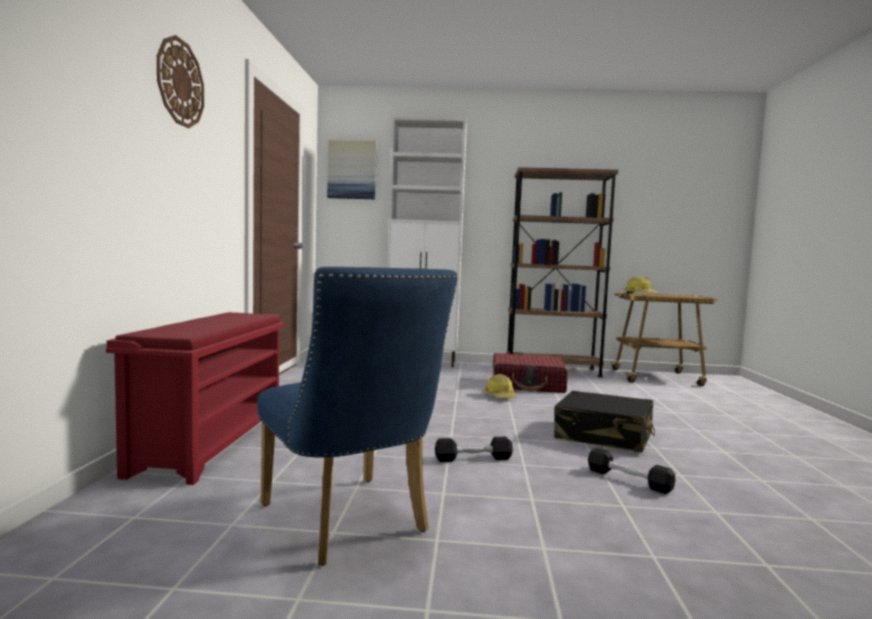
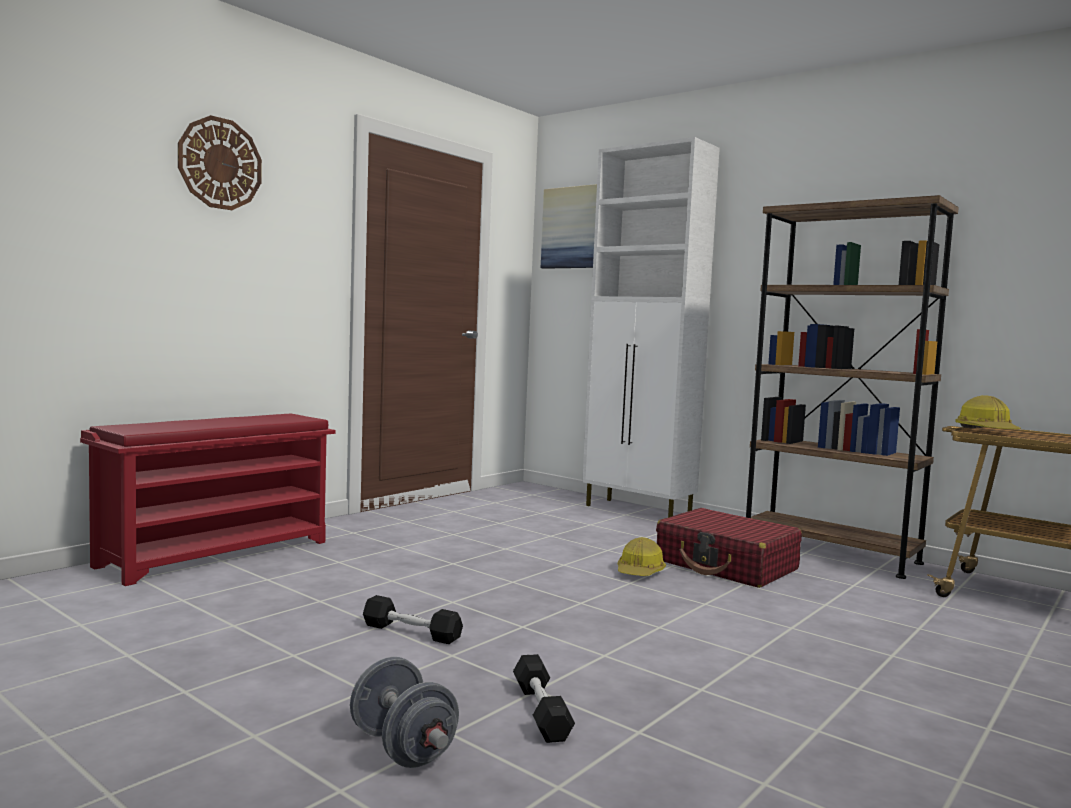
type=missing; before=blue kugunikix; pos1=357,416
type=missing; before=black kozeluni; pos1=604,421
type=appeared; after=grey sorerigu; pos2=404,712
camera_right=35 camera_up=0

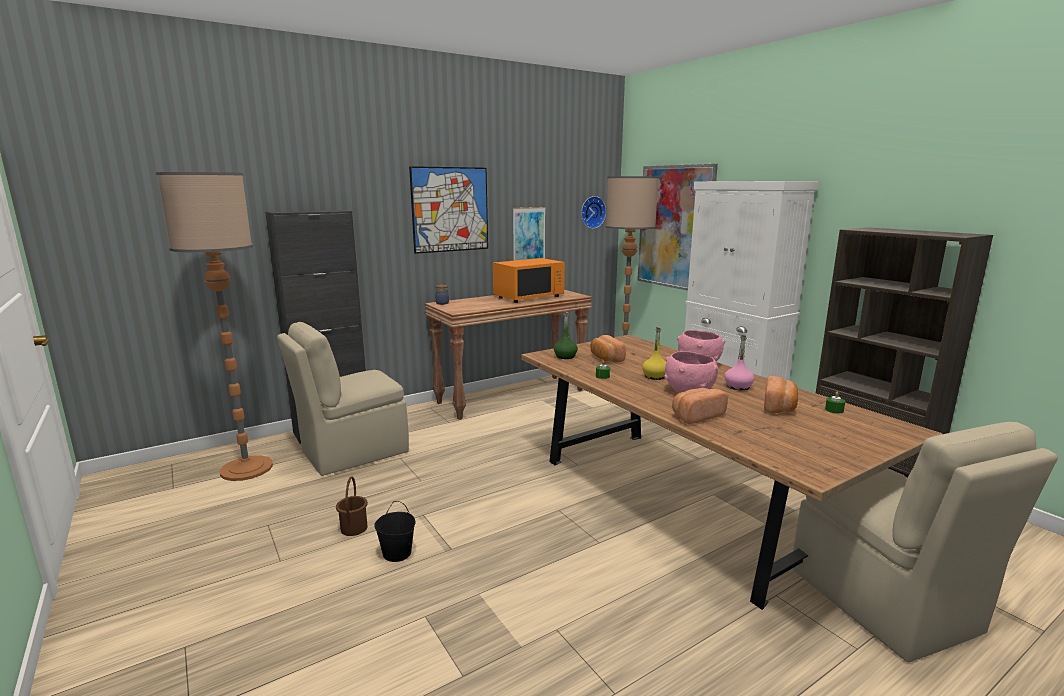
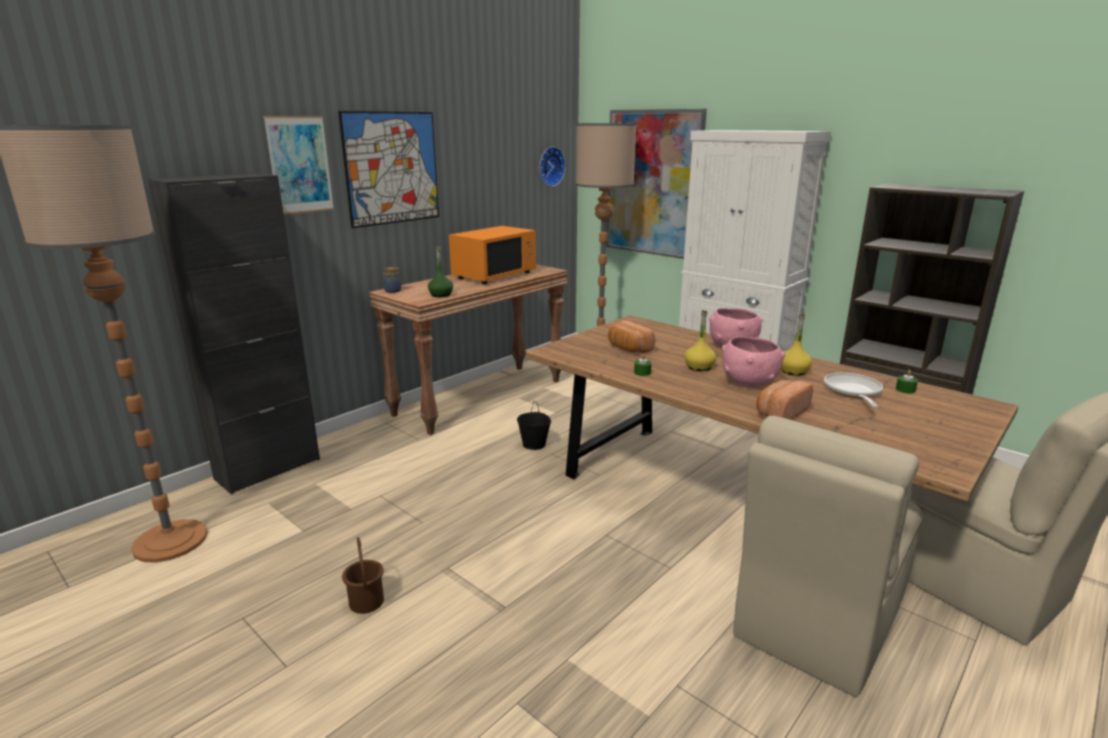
type=relocated; before=beige kugunikix; pos1=343,399; pos2=828,556
type=relocated; before=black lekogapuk; pos1=394,531; pos2=534,425
type=relocated; before=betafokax; pos1=529,234; pos2=298,165
type=relocated; before=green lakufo; pos1=566,335; pos2=440,272
type=colour; before=pink lakufo; after=yellow lakufo; pos1=739,362; pos2=796,344
type=exchanged; before=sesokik; after=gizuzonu; pos1=781,394; pos2=853,390
camera_right=-15 camera_up=5

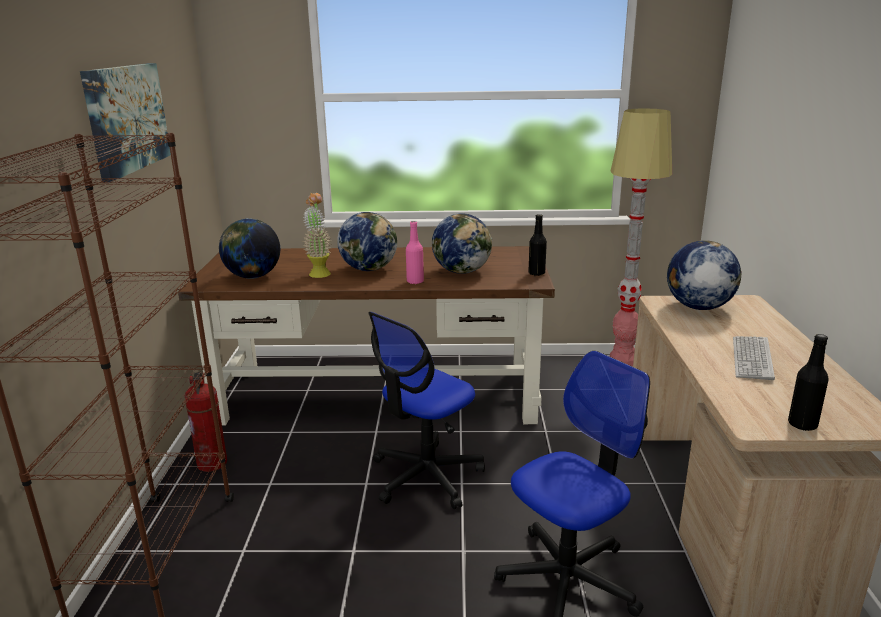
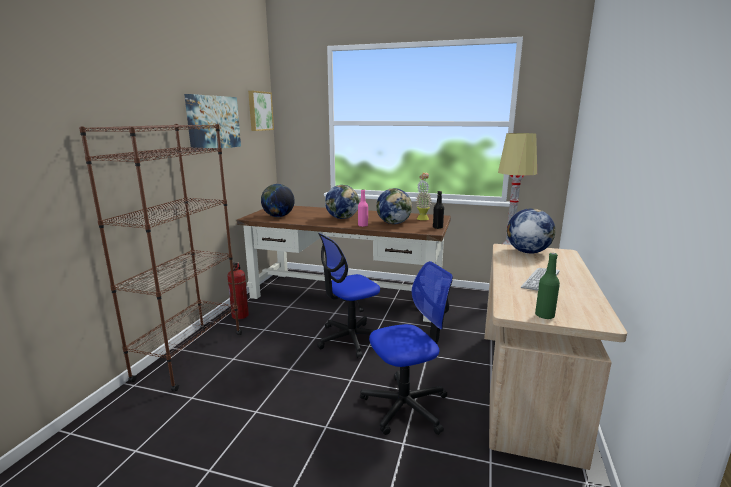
type=relocated; before=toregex; pos1=317,235; pos2=423,196
type=colour; before=black lakufo; after=green lakufo; pos1=808,382; pos2=547,286
type=appeared; after=betafokax; pos2=261,111
camera_right=15 camera_up=-5

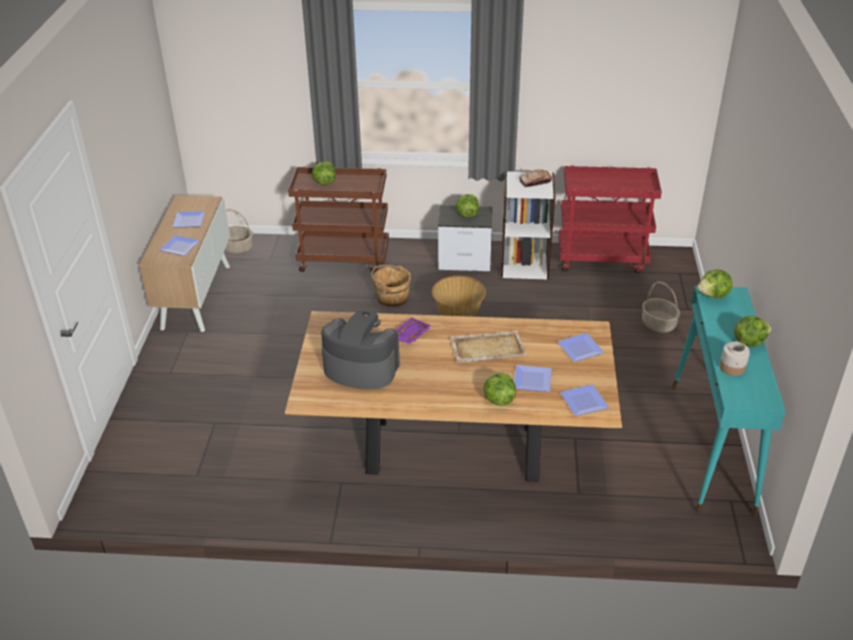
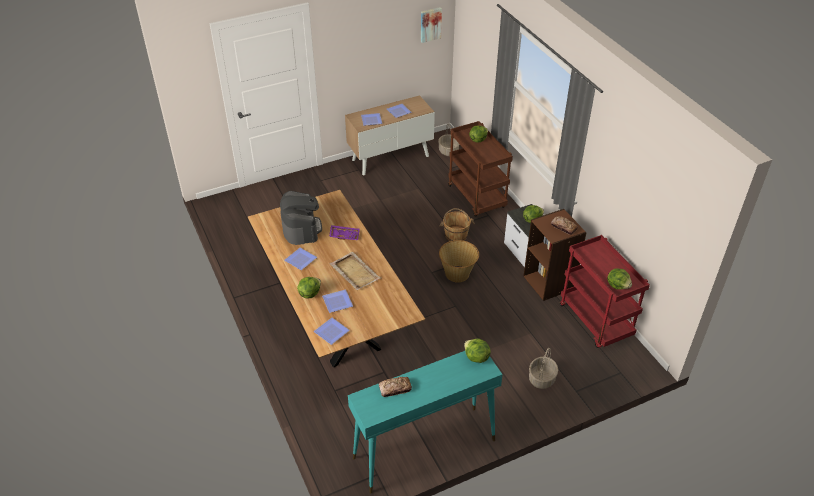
type=colour; before=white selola; after=brown selola; pos1=528,225; pos2=555,255
type=relocated; before=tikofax; pos1=580,347; pos2=300,259
type=exchanged; before=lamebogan; after=sesokik; pos1=735,359; pos2=395,387
type=relocated; before=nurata; pos1=753,331; pos2=619,279
type=appeared; after=betafokax; pos2=431,25
camera_right=60 camera_up=5

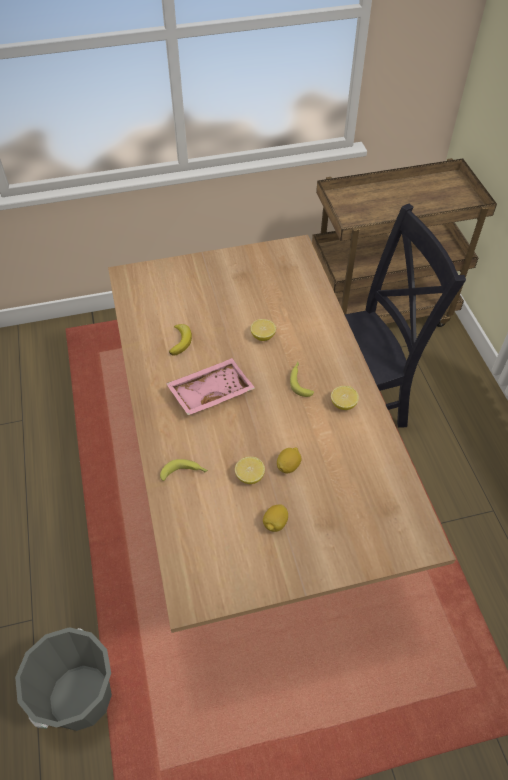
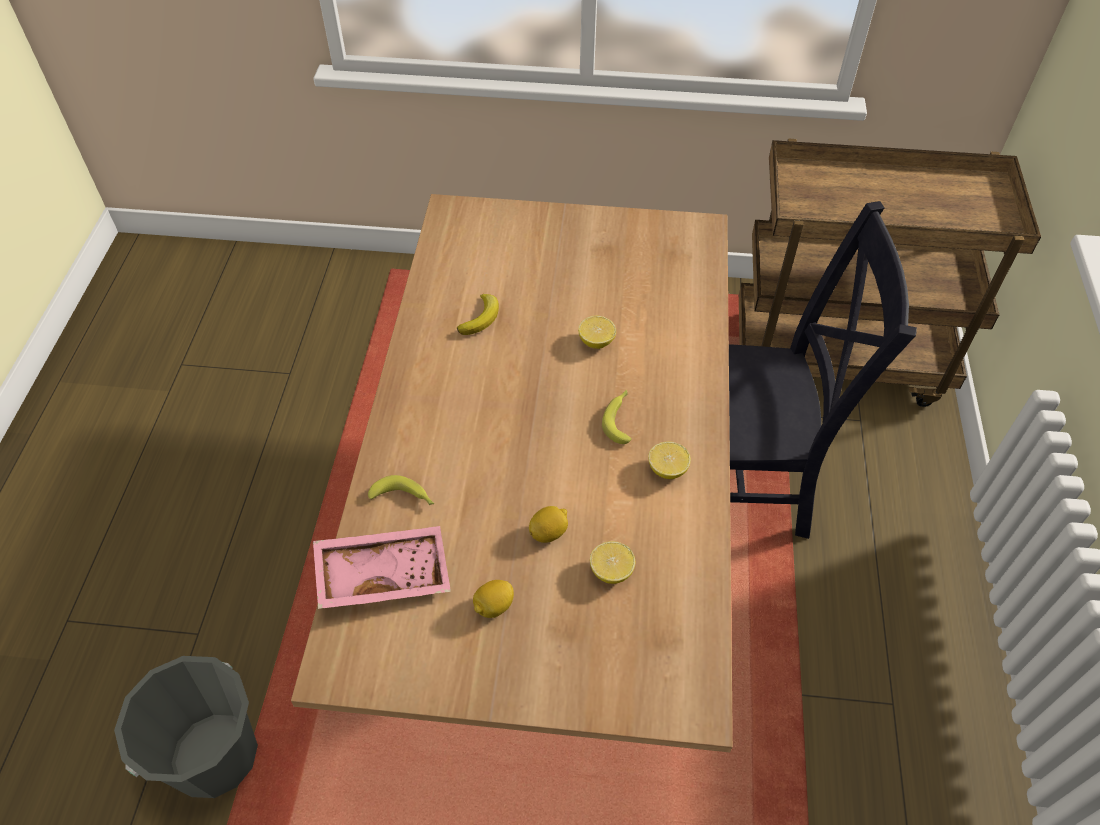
type=relocated; before=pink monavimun; pos1=210,386; pos2=382,567
type=relocated; before=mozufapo; pos1=250,470; pos2=612,562
camera_right=20 camera_up=0

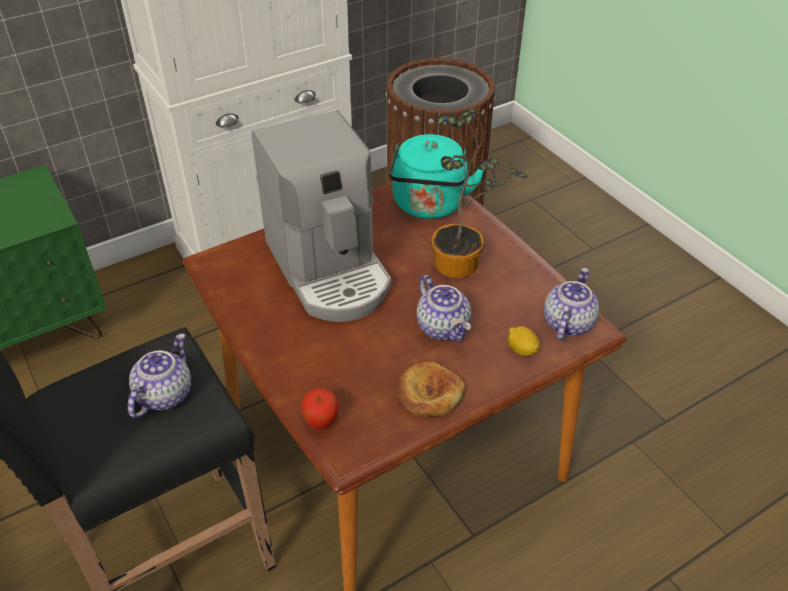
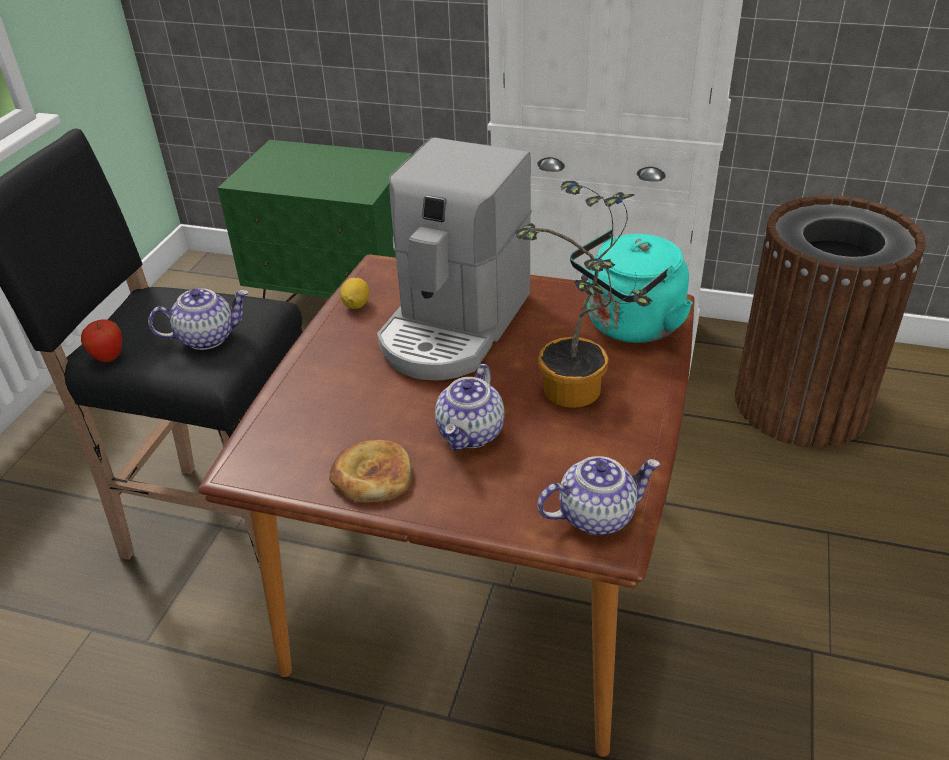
type=relocated; before=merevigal; pos1=320,409; pos2=101,340
type=relocated; before=mozufapo; pos1=524,341; pos2=354,293
camera_right=50 camera_up=-5

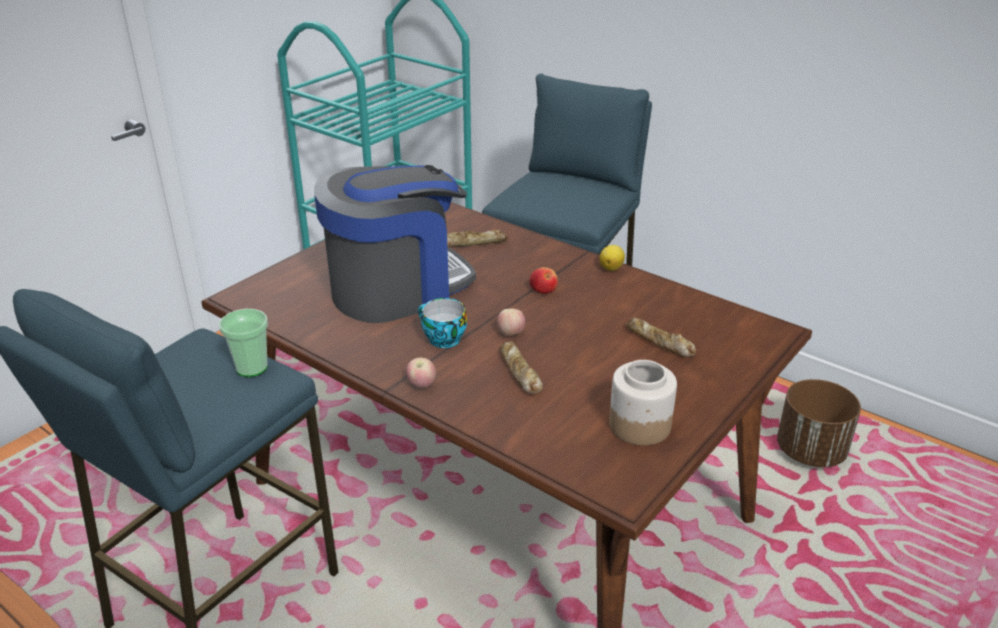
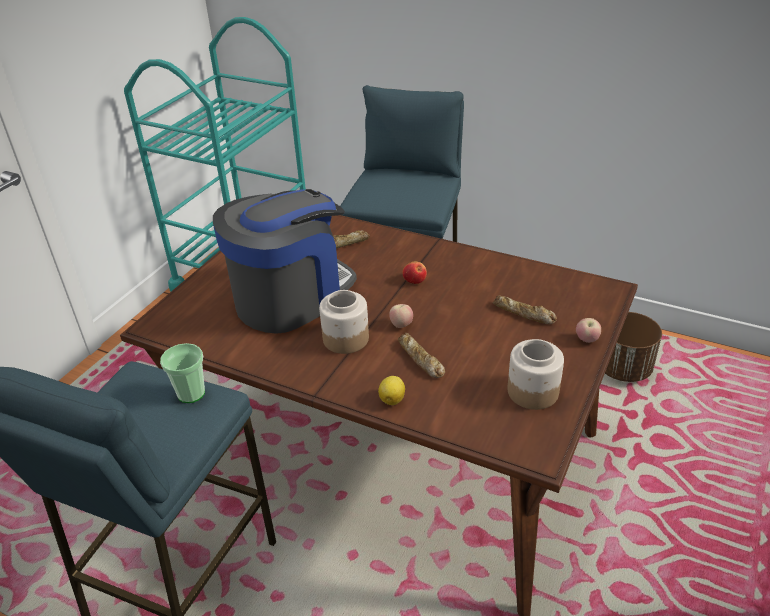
type=relocated; before=merevigal; pos1=421,372; pos2=588,330
type=exchanged; before=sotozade; after=lamebogan; pos1=442,323; pos2=344,322
type=relocated; before=mozufapo; pos1=612,258; pos2=391,390
camera_right=-10 camera_up=5

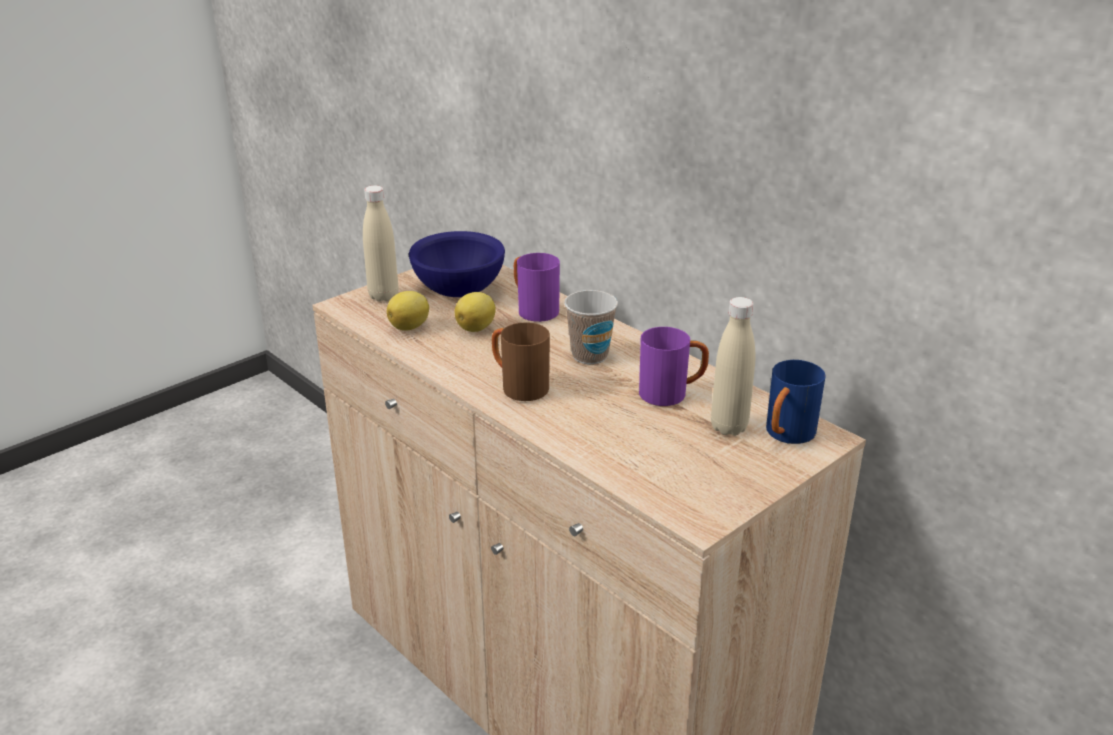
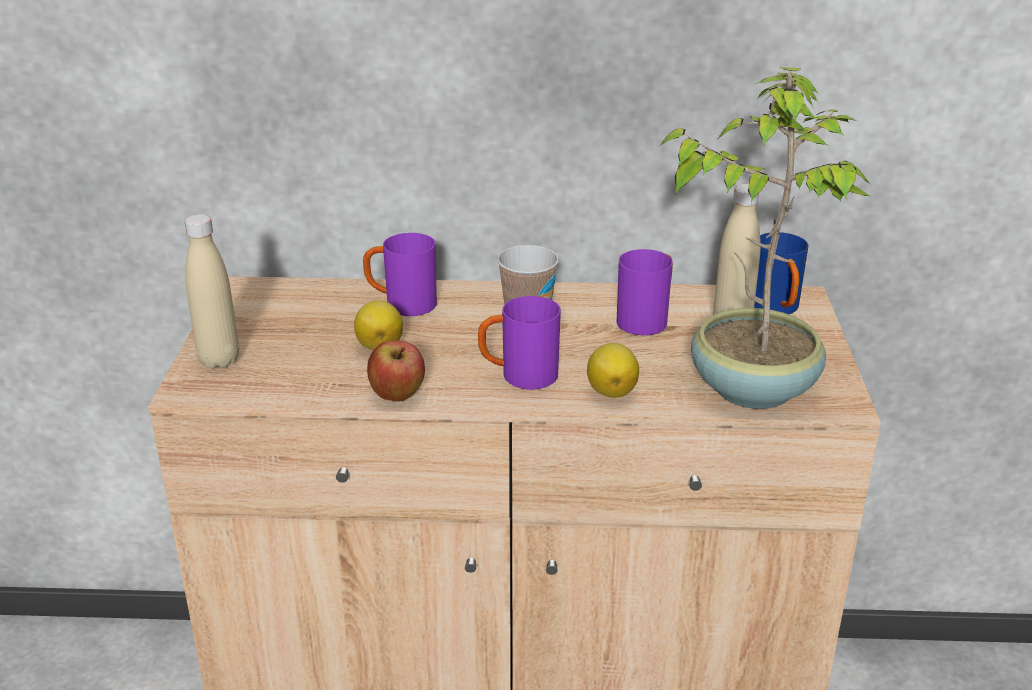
type=relocated; before=mozufapo; pos1=408,311; pos2=613,370
type=missing; before=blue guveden; pos1=457,264
type=colour; before=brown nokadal; after=purple nokadal; pos1=521,361; pos2=519,343
type=appeared; after=merevigal; pos2=396,371
type=appeared; after=toregex; pos2=765,238
camera_right=-45 camera_up=0

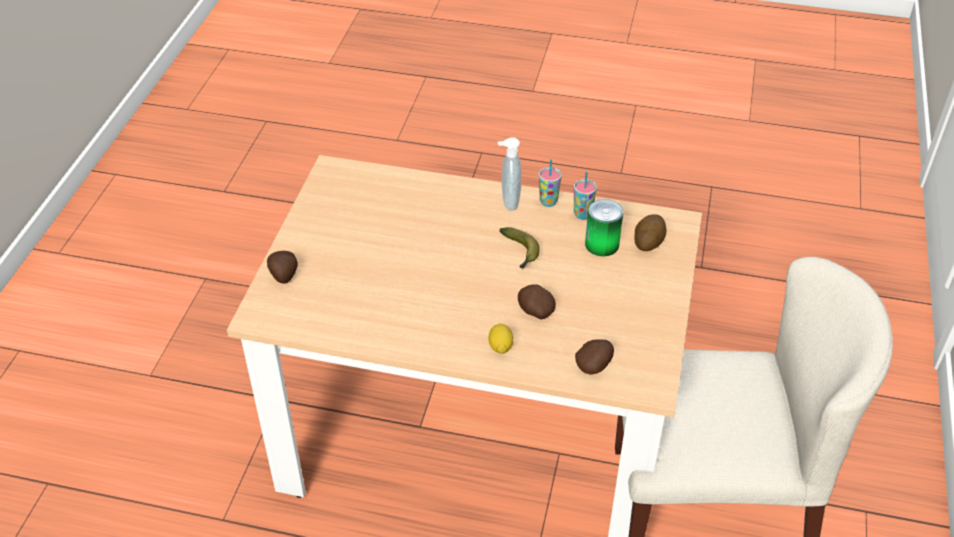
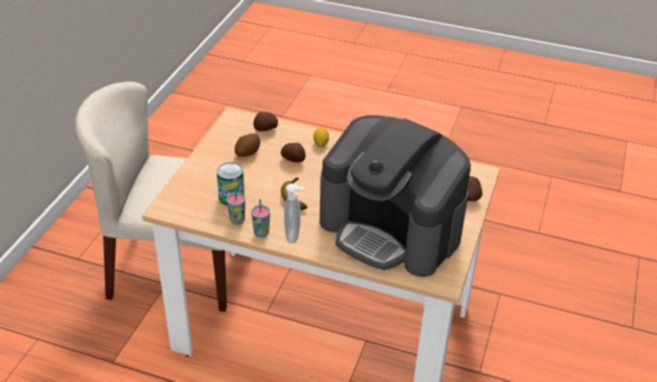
type=relocated; before=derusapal; pos1=650,232; pos2=247,145
type=appeared; after=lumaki; pos2=395,196
camera_right=-175 camera_up=-5

